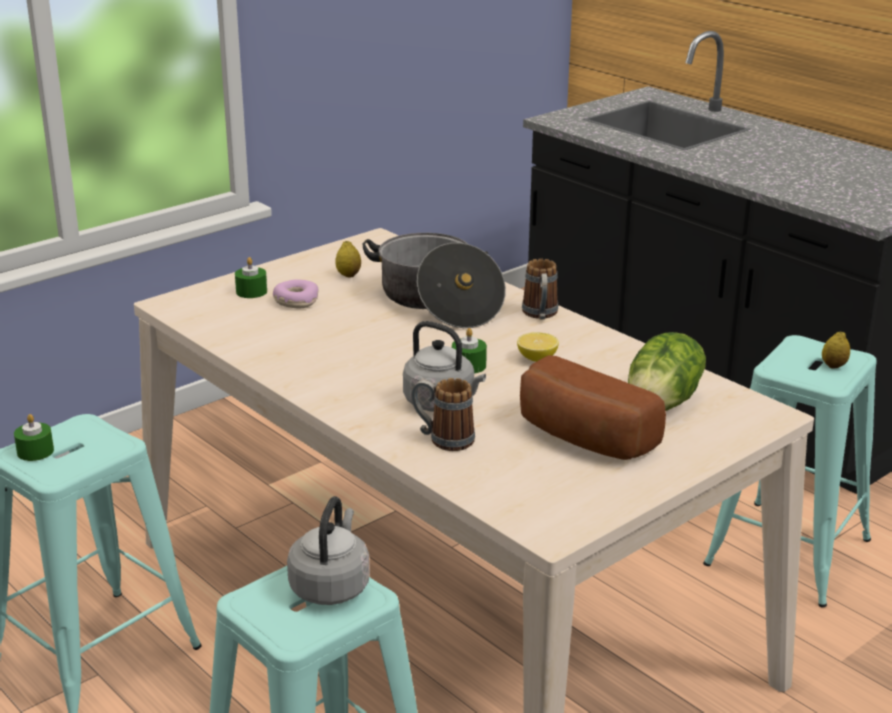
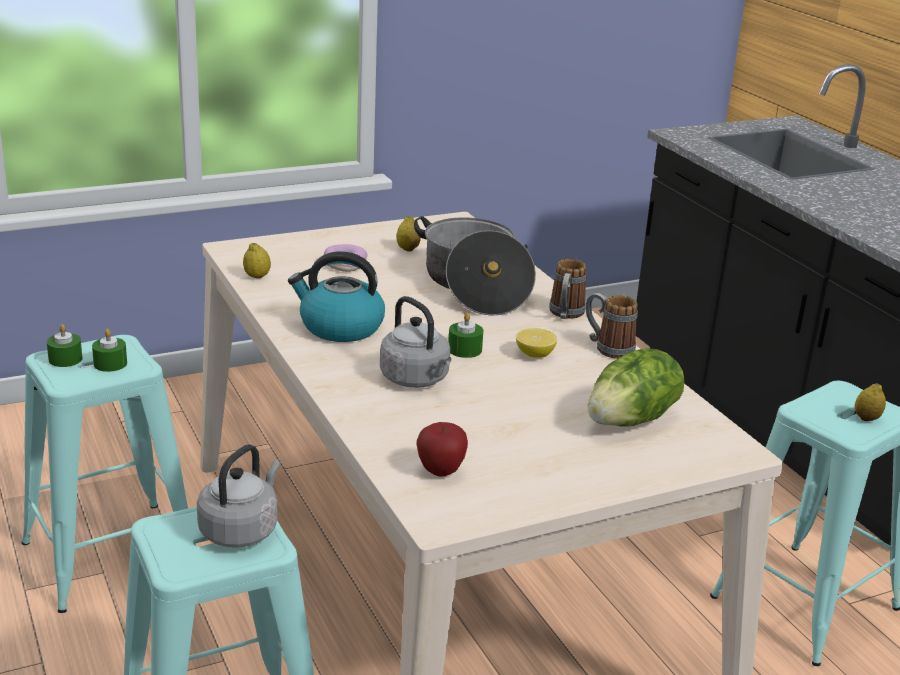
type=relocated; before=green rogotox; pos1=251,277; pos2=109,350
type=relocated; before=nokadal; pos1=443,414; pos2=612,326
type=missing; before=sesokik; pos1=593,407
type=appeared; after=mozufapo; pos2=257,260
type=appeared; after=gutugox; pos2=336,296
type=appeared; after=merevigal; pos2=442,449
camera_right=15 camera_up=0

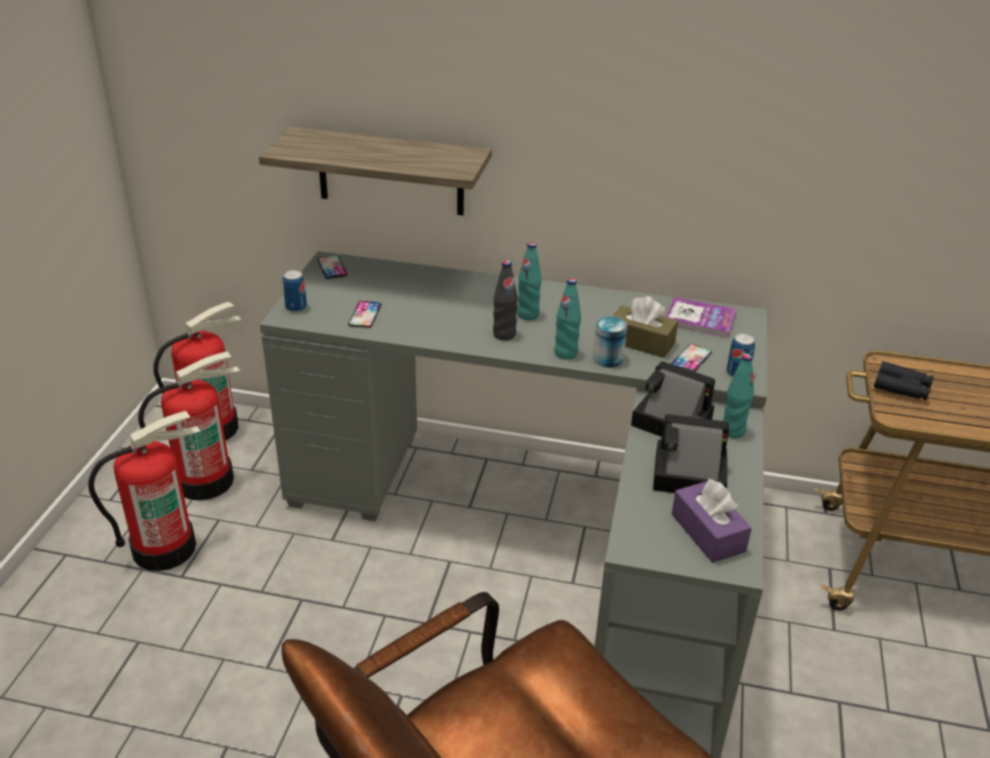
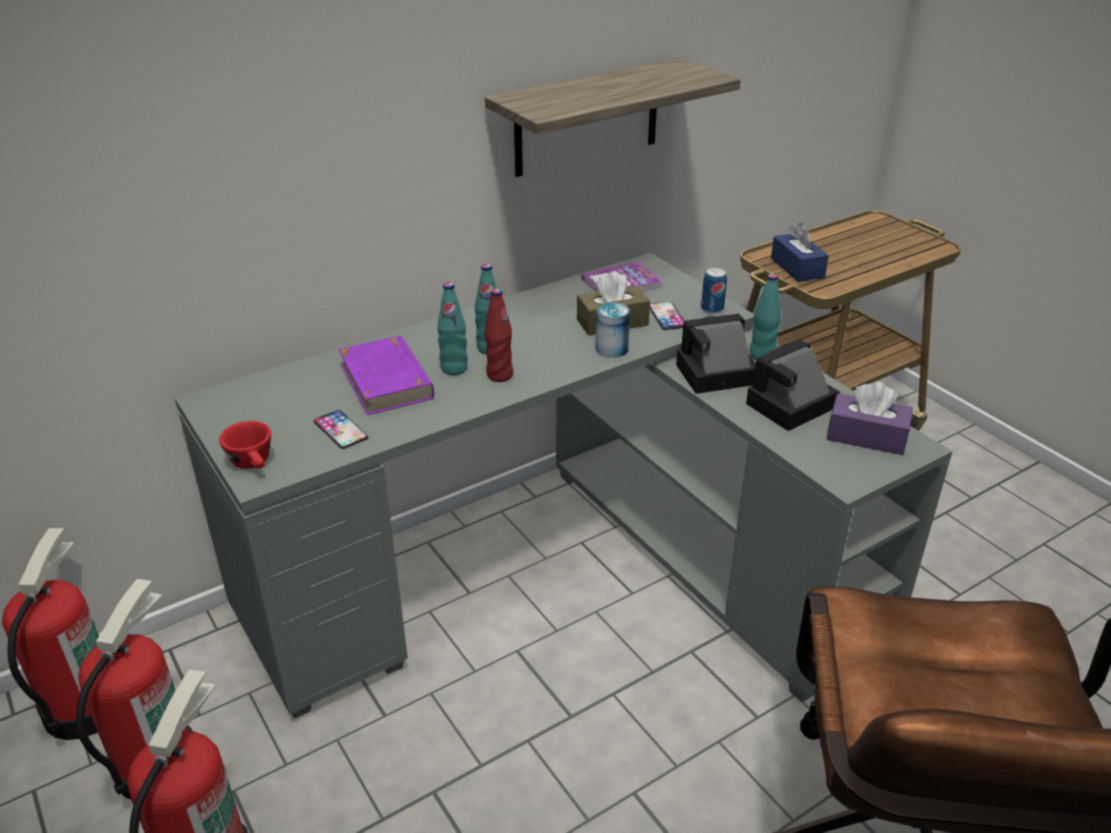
type=relocated; before=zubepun; pos1=375,171; pos2=613,117
type=exchanged; before=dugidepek; after=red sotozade; pos1=295,291; pos2=245,445
type=missing; before=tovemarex; pos1=332,267
type=colour; before=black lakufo; after=red lakufo; pos1=505,300; pos2=499,335
type=relocated; before=turquoise lakufo; pos1=567,319; pos2=452,328
type=exchanged; before=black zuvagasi; after=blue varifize; pos1=904,380; pos2=800,252
type=appeared; after=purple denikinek; pos2=386,375
camera_right=-45 camera_up=0

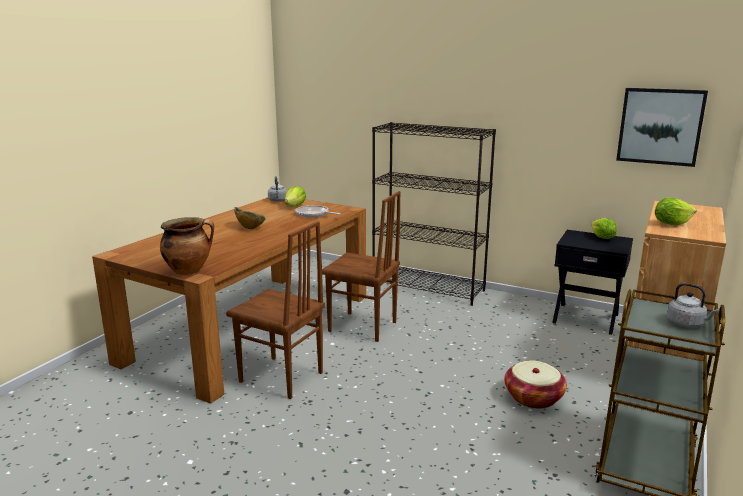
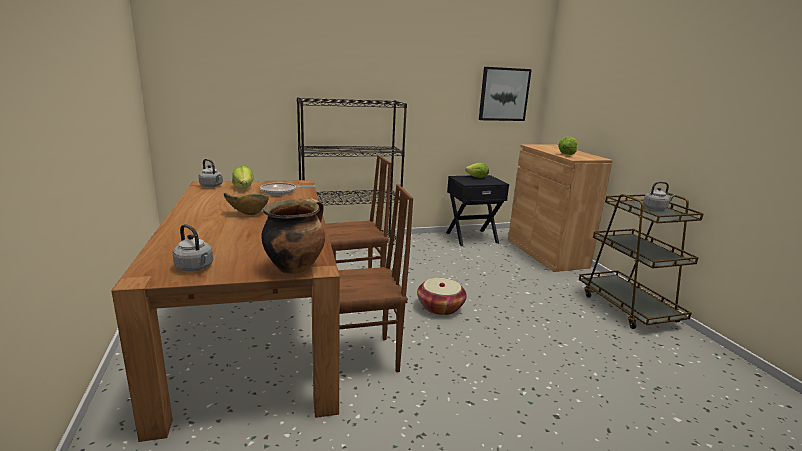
type=relocated; before=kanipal; pos1=535,385; pos2=442,296
type=appeared; after=grey gutugox; pos2=193,247
camera_right=-45 camera_up=0

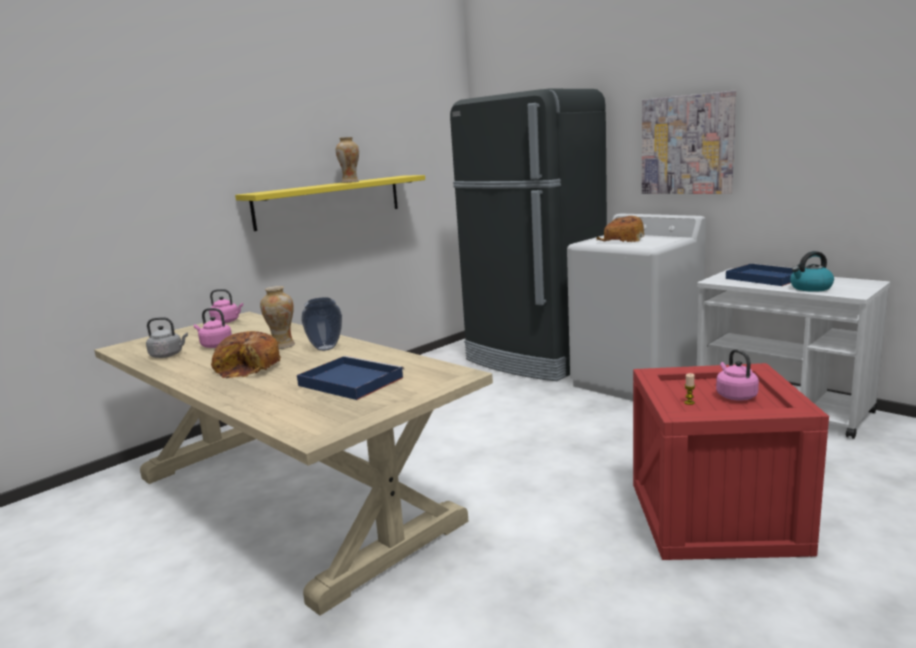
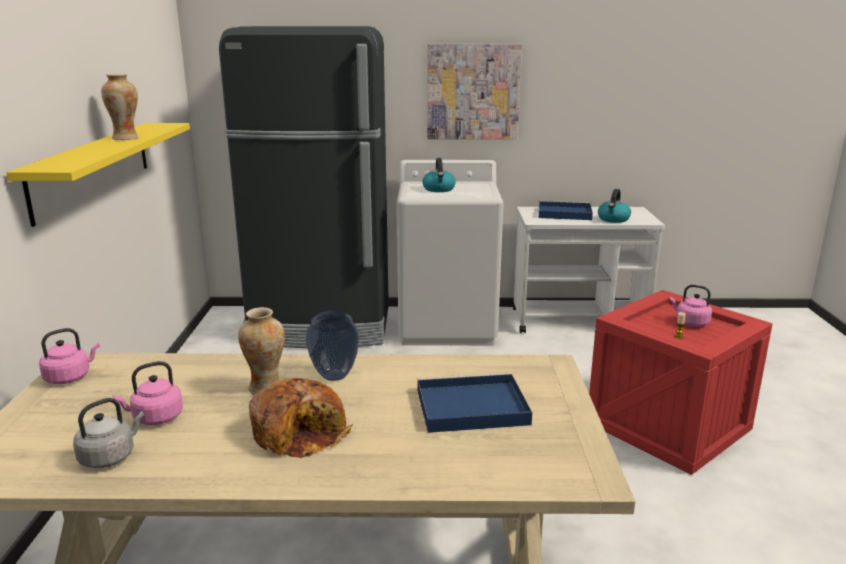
type=exchanged; before=sesokik; after=gutugox; pos1=620,229; pos2=439,175
camera_right=-45 camera_up=5

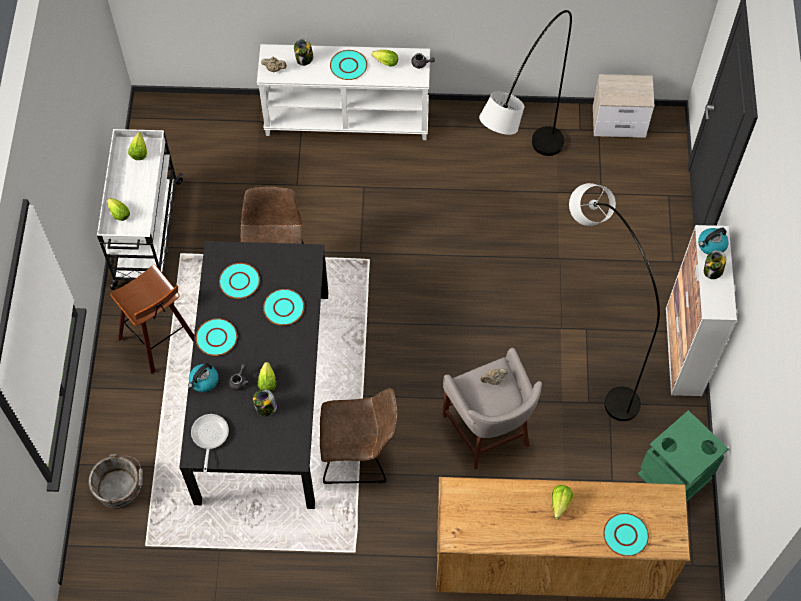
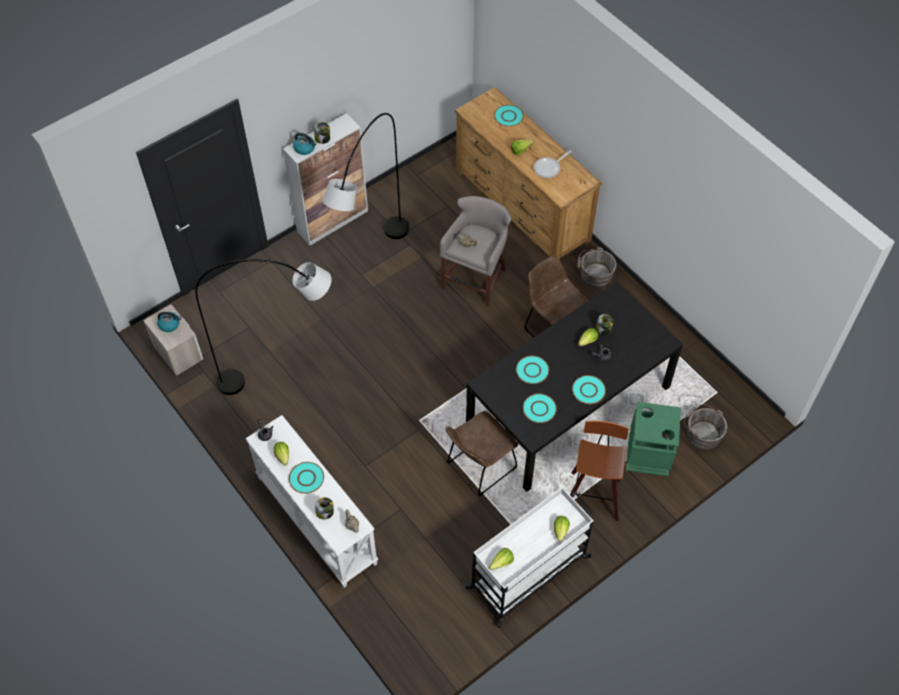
type=relocated; before=gutugox; pos1=203,377; pos2=169,322
type=relocated; before=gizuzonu; pos1=210,443; pos2=553,164
type=relocated; before=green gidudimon; pos1=683,456; pos2=653,439
type=appeared; after=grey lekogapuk; pos2=597,267
camera_right=-130 camera_up=-5

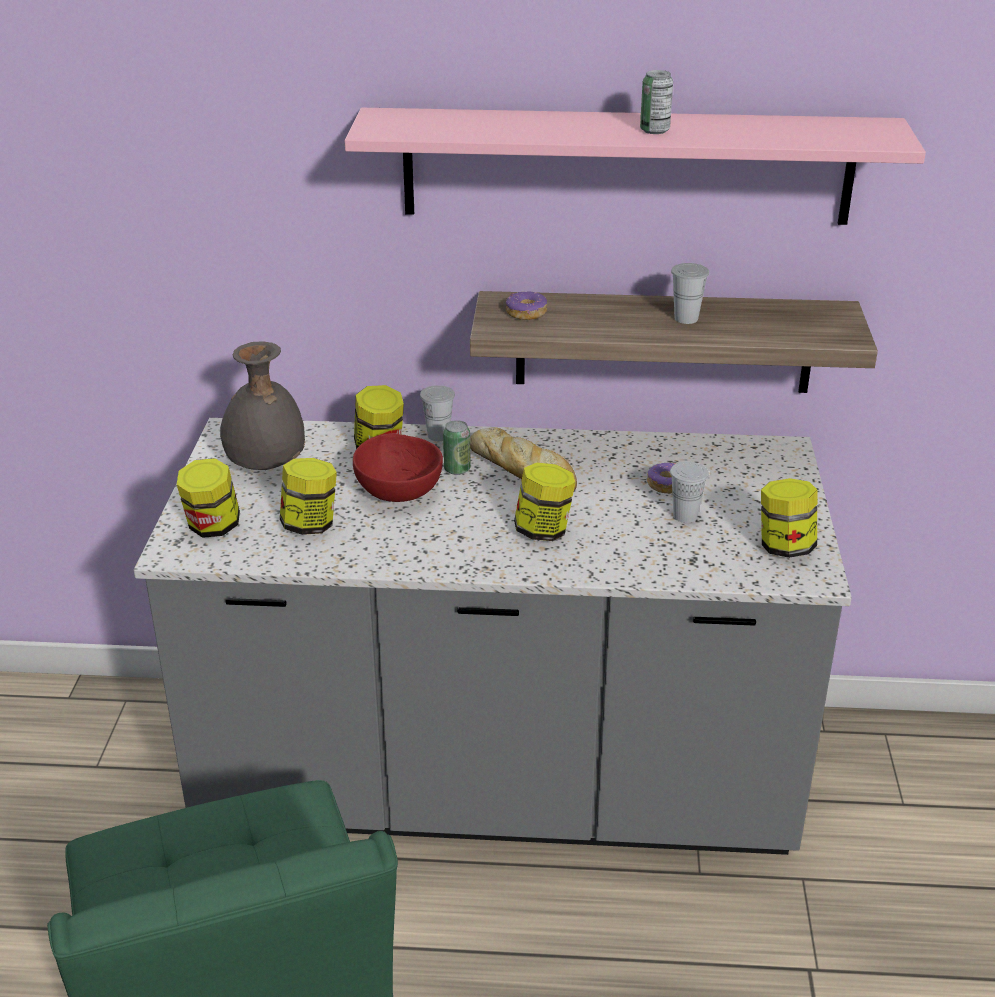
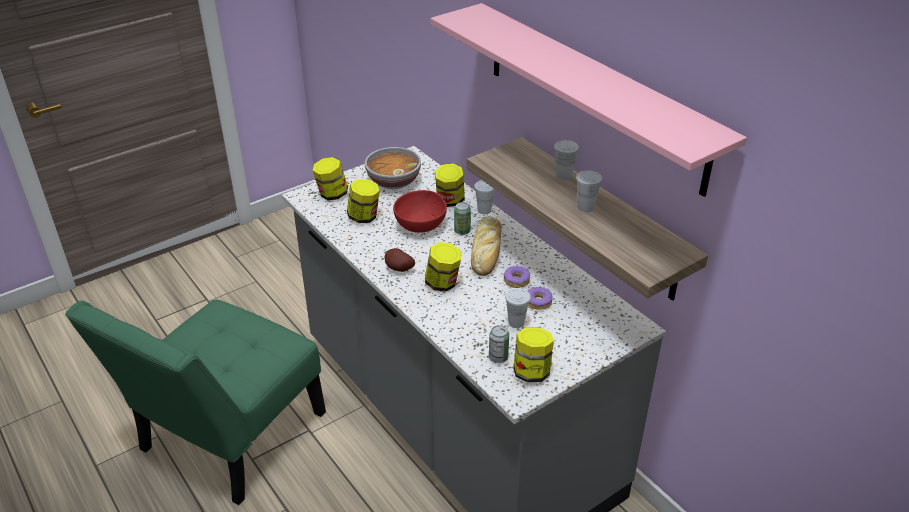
type=exchanged; before=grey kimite; after=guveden; pos1=263,405; pos2=393,168
type=relocated; before=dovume; pos1=526,306; pos2=516,276
type=relocated; before=dugidepek; pos1=656,102; pos2=499,344
type=appeared; after=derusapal; pos2=400,260
type=appeared; after=white sotozade; pos2=566,160
camera_right=50 camera_up=5

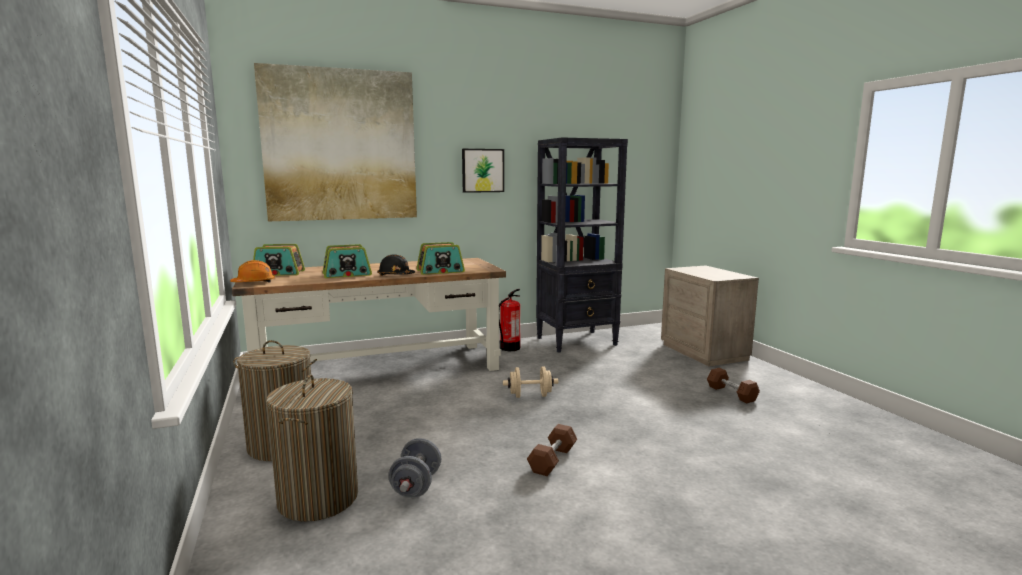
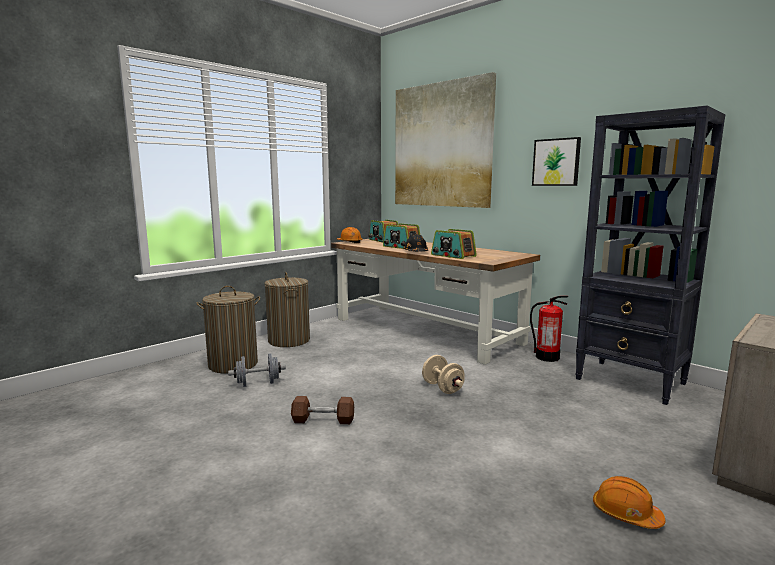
type=exchanged; before=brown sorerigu; after=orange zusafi; pos1=733,385; pos2=629,502
camera_right=65 camera_up=0

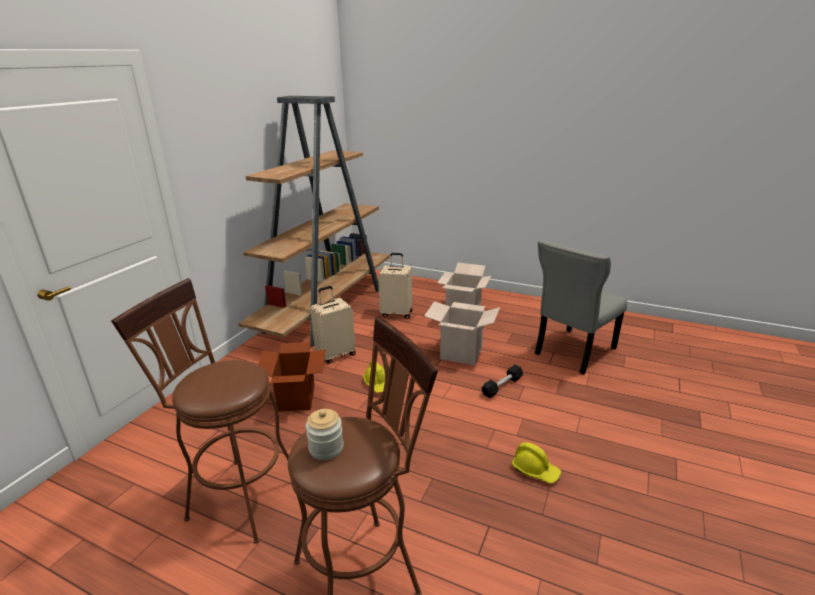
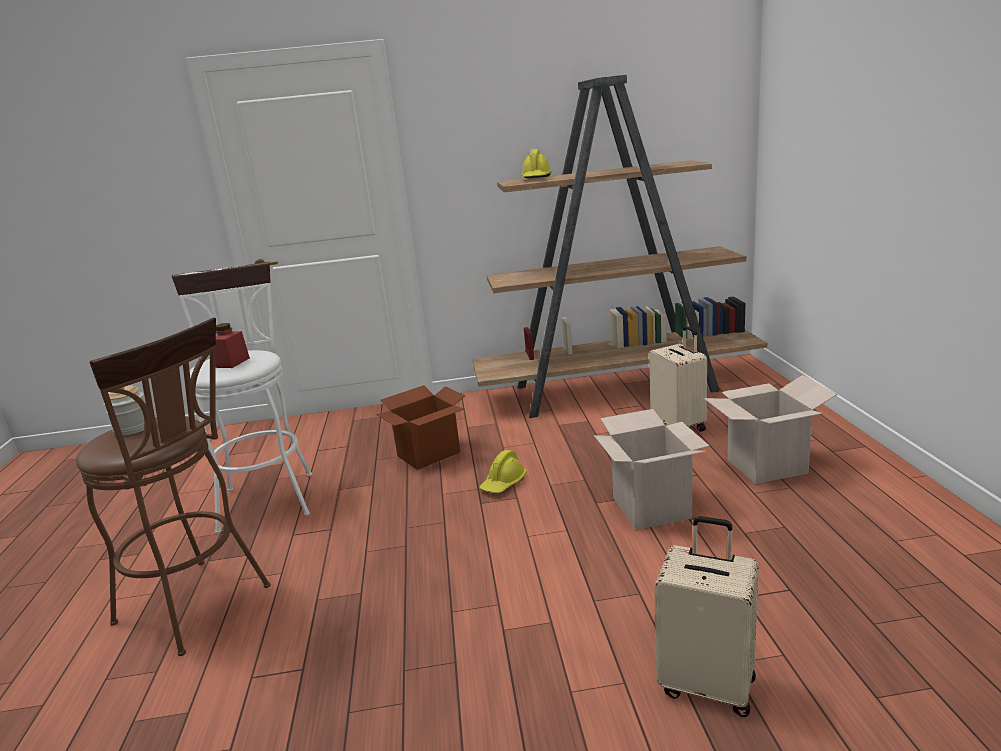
type=colour; before=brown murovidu; after=white murovidu; pos1=200,411; pos2=242,398
type=relocated; before=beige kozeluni; pos1=333,325; pos2=706,616
type=missing; before=black sorerigu; pos1=502,381
type=relocated; before=yellow zusafi; pos1=536,463; pos2=536,163
type=missing; before=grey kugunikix; pos1=581,307
type=appeared; after=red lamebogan; pos2=232,345
camera_right=60 camera_up=-5

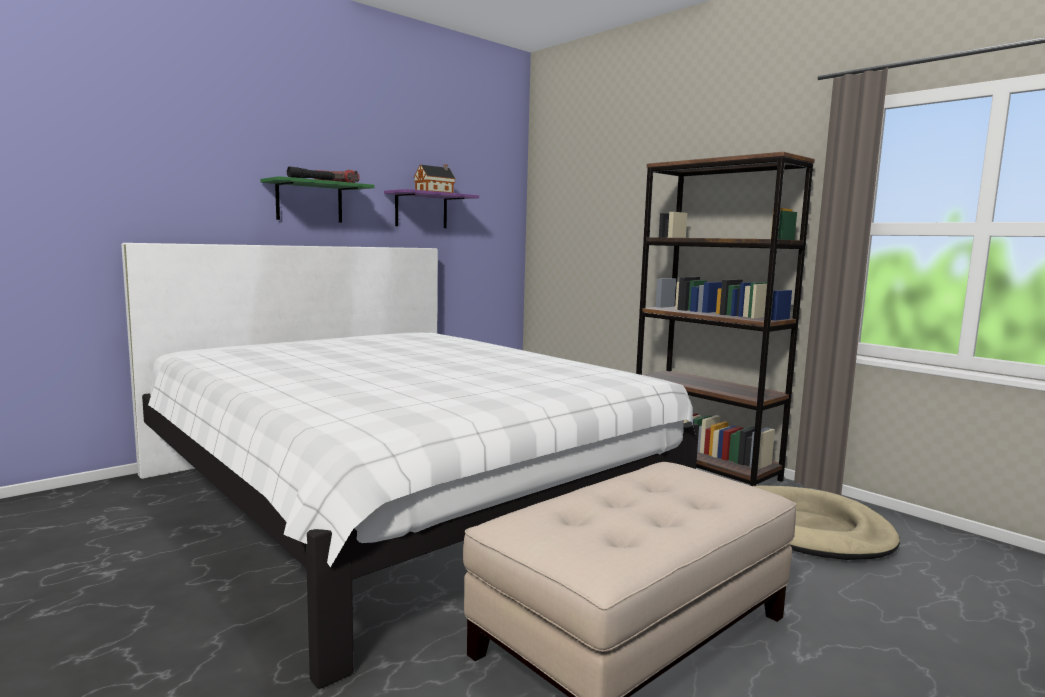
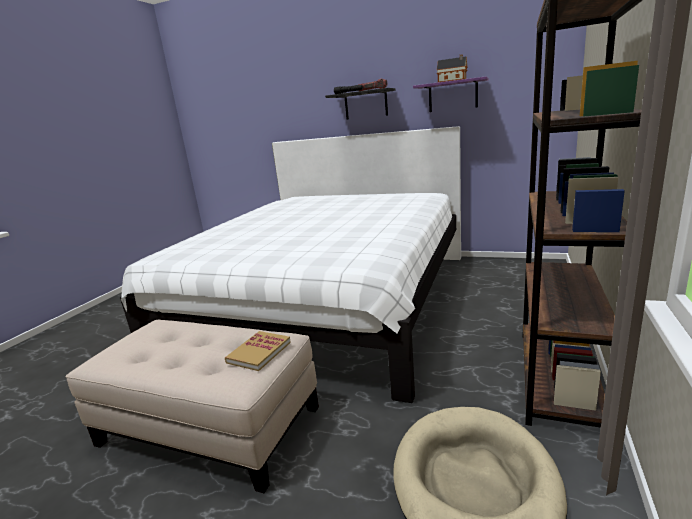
type=colour; before=green zubepun; after=black zubepun; pos1=317,199; pos2=360,104
type=appeared; after=denikinek; pos2=258,351
camera_right=65 camera_up=10

